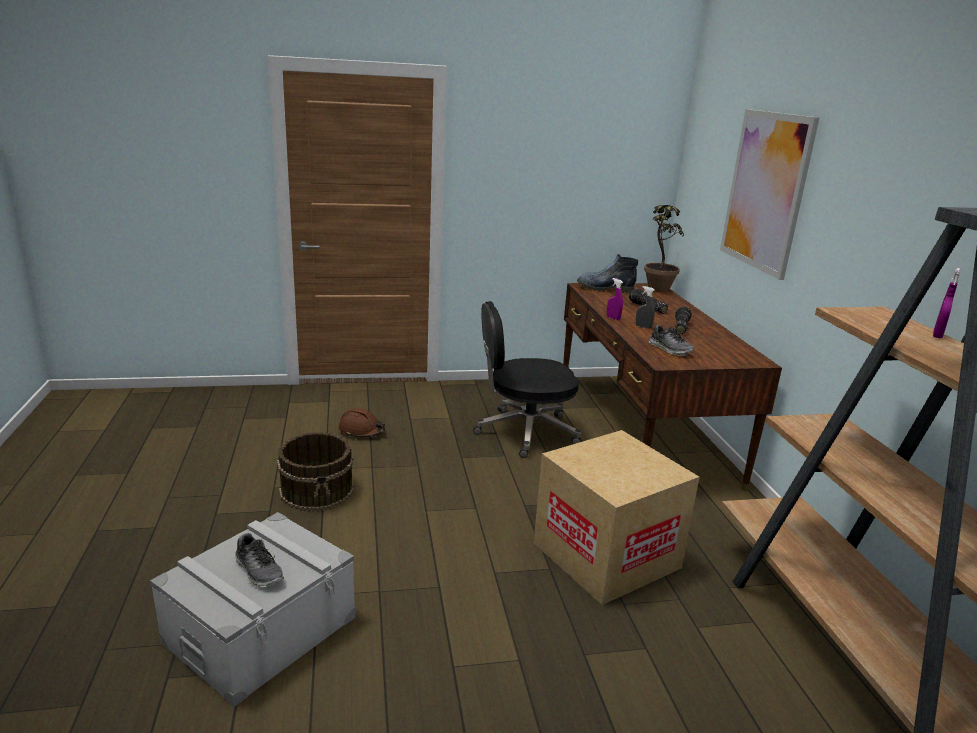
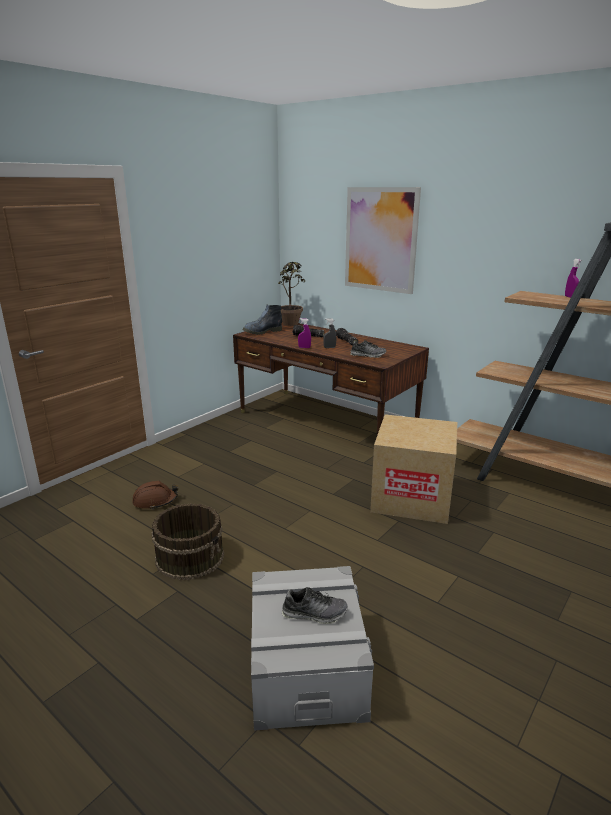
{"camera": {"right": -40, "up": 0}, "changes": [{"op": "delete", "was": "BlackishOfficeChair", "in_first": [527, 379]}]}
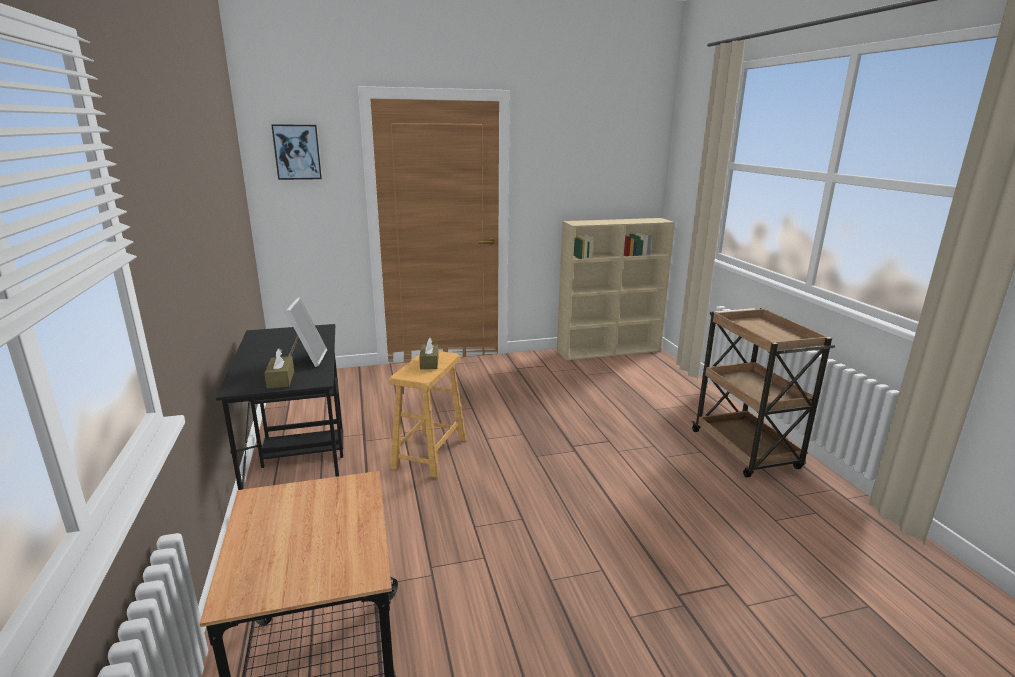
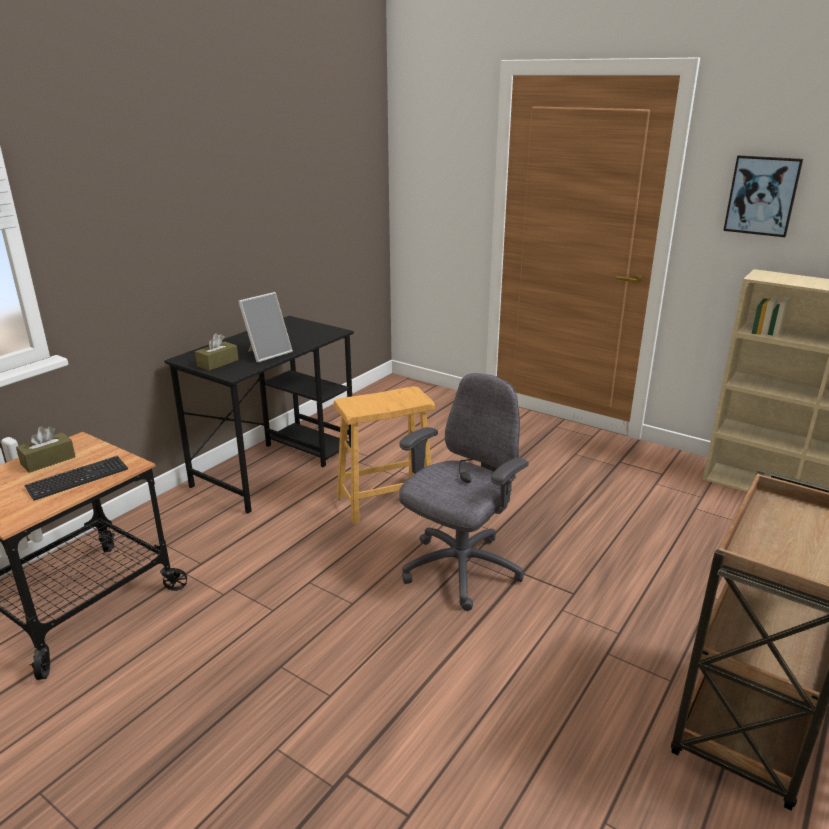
{"camera": {"right": 50, "up": 5}, "changes": [{"op": "insert", "now": "PcKeyboard", "in_second": [76, 478]}, {"op": "insert", "now": "GrayOfficeChair", "in_second": [464, 492]}, {"op": "move", "was": "WallArt", "in_first": [296, 152], "in_second": [763, 196]}, {"op": "move", "was": "BrownColouredTissueHolder", "in_first": [429, 353], "in_second": [46, 449]}]}
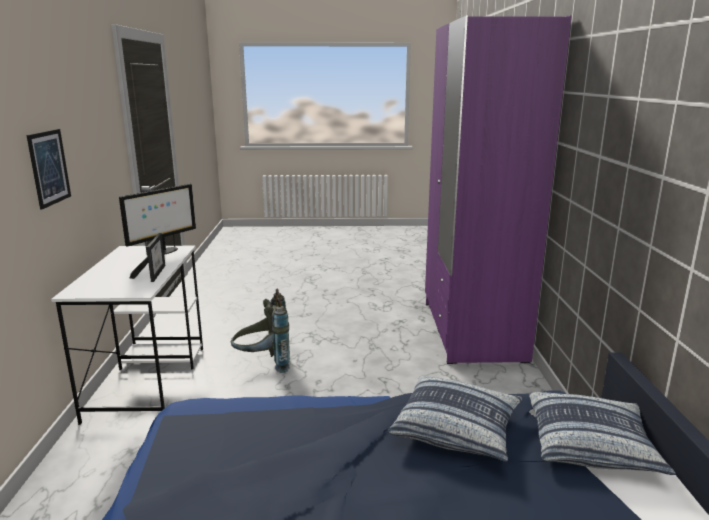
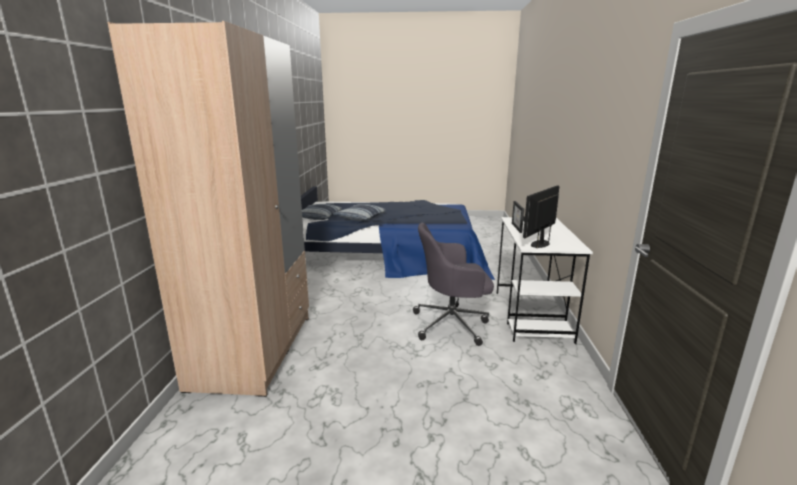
{"camera": {"right": -175, "up": 0}, "changes": [{"op": "delete", "was": "WallArt", "in_first": [48, 169]}, {"op": "replace", "was": "GrayBackpack", "now": "GrayOfficeChair", "in_first": [260, 331], "in_second": [453, 284]}, {"op": "recolor", "was": "PurpleArmoire", "now": "BeigeArmoire", "in_first": [498, 189], "in_second": [208, 209]}]}
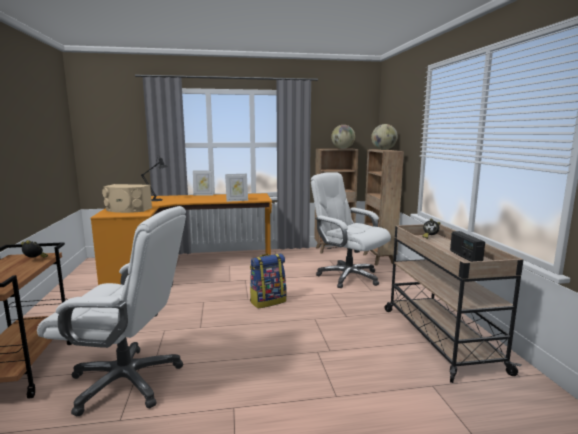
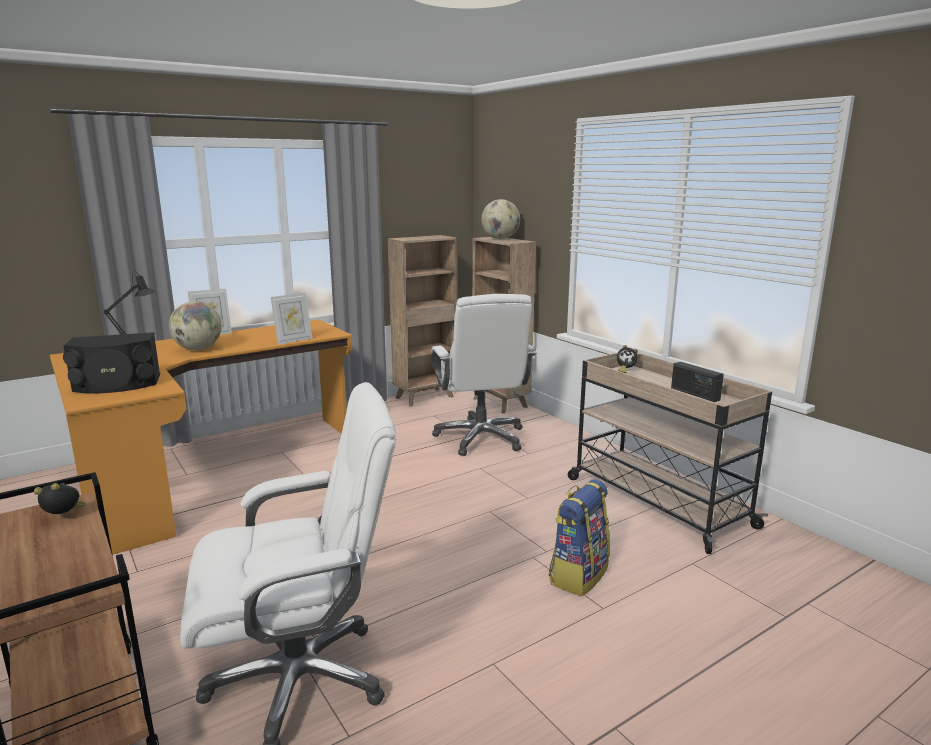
{"camera": {"right": -25, "up": 5}, "changes": [{"op": "move", "was": "Backpack", "in_first": [268, 281], "in_second": [579, 538]}, {"op": "move", "was": "WorldGlobe", "in_first": [343, 137], "in_second": [195, 325]}, {"op": "recolor", "was": "BeigeSpeaker", "now": "BlackishSpeaker", "in_first": [127, 198], "in_second": [111, 363]}, {"op": "rotate", "was": "WhiteOfficeChair", "in_first": [351, 230], "in_second": [483, 375], "clockwise": -120}]}
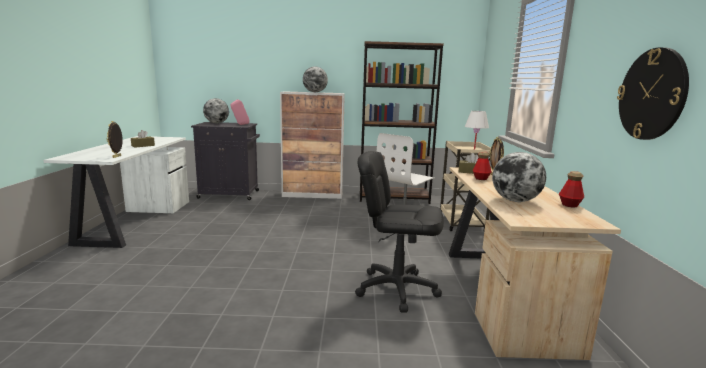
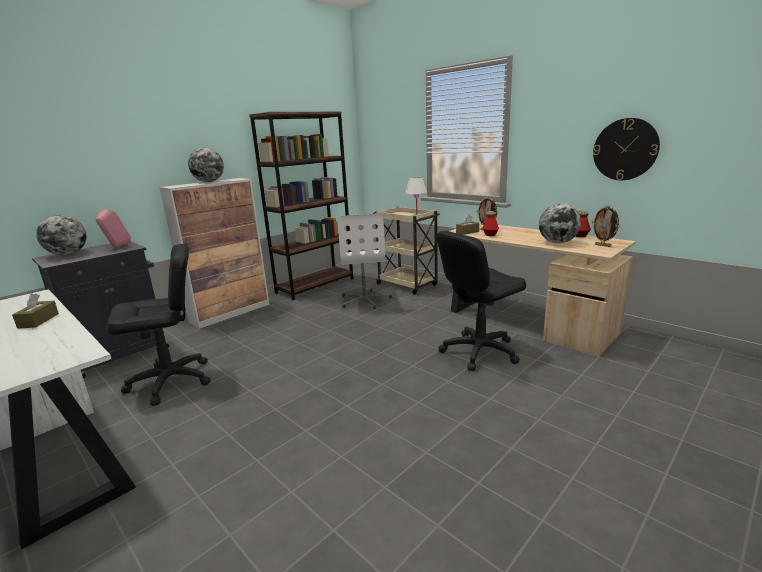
{"camera": {"right": -45, "up": 5}, "changes": [{"op": "insert", "now": "BlackishOfficeChair", "in_second": [158, 325]}, {"op": "move", "was": "PictureFrame", "in_first": [115, 139], "in_second": [606, 226]}]}
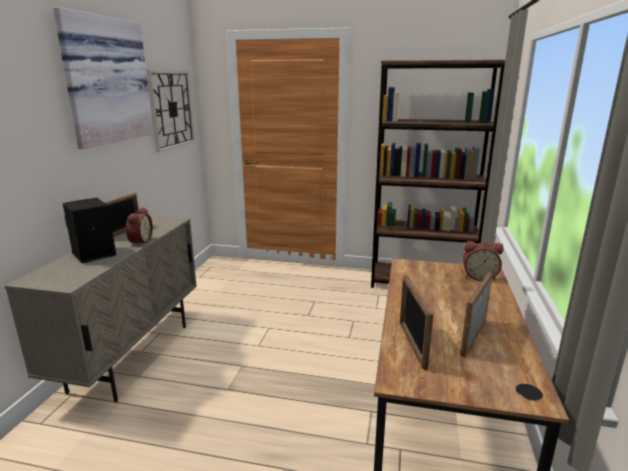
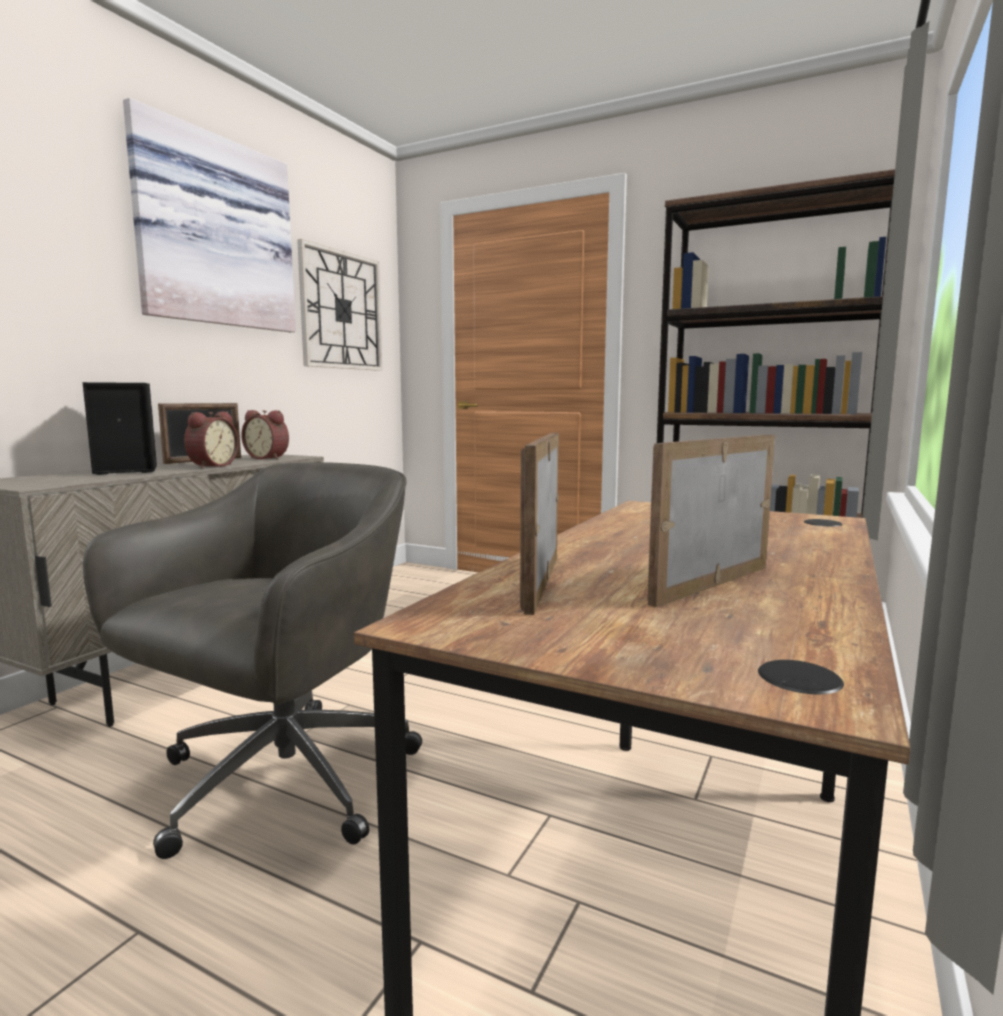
{"camera": {"right": 15, "up": -10}, "changes": [{"op": "insert", "now": "GrayOfficeChair", "in_second": [252, 660]}, {"op": "move", "was": "TableClock", "in_first": [483, 261], "in_second": [265, 435]}]}
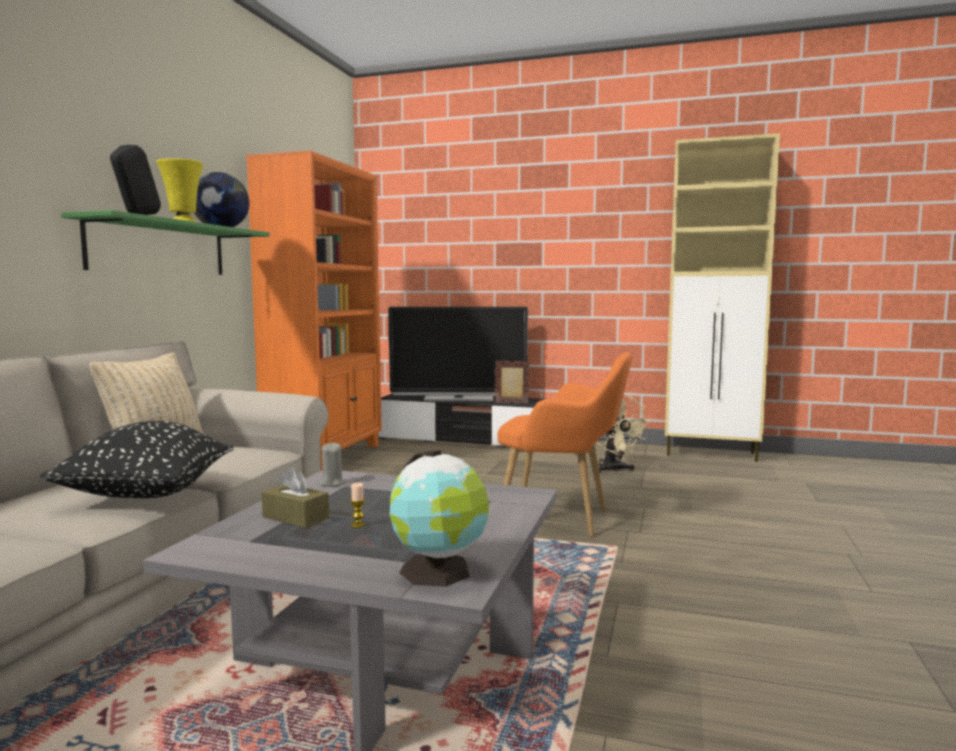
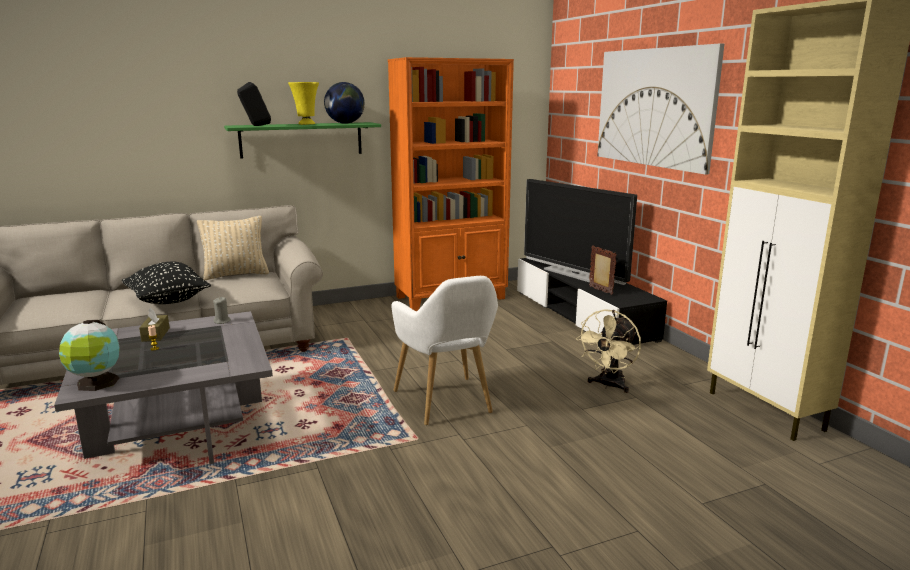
{"camera": {"right": 50, "up": 10}, "changes": [{"op": "insert", "now": "WallArt", "in_second": [660, 109]}, {"op": "recolor", "was": "OrangeColouredArmchair", "now": "WhiteArmchair", "in_first": [564, 444], "in_second": [444, 350]}]}
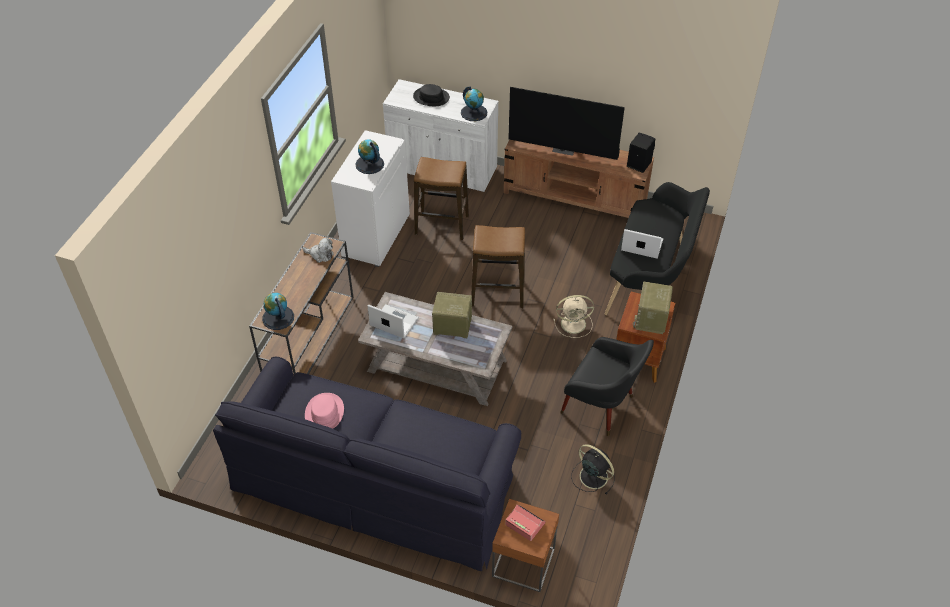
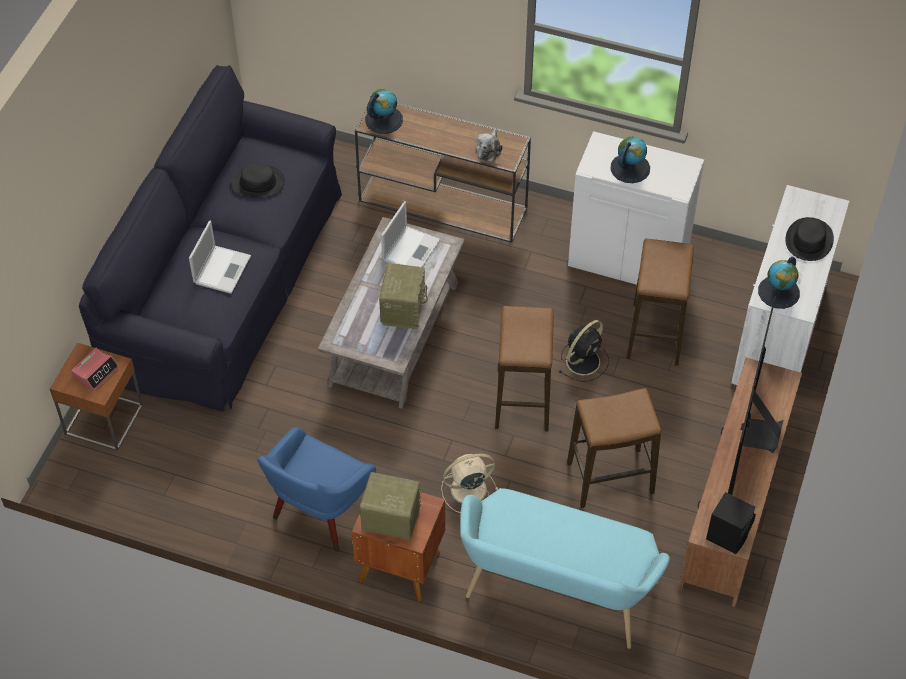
{"camera": {"right": 90, "up": 5}, "changes": [{"op": "insert", "now": "Stool", "in_second": [614, 448]}, {"op": "move", "was": "BlackishElectricFan", "in_first": [593, 469], "in_second": [584, 351]}, {"op": "move", "was": "NotebookComputer", "in_first": [642, 244], "in_second": [220, 257]}, {"op": "recolor", "was": "PinkColouredHat", "now": "BlackishHat", "in_first": [324, 411], "in_second": [258, 180]}, {"op": "recolor", "was": "BlackishArmchair", "now": "BluishArmchair", "in_first": [607, 386], "in_second": [316, 489]}, {"op": "recolor", "was": "BlackishIndoorBench", "now": "BlueGreenIndoorBench", "in_first": [657, 248], "in_second": [565, 568]}, {"op": "rotate", "was": "BeigeElectricFan", "in_first": [573, 316], "in_second": [469, 483], "clockwise": 75}]}
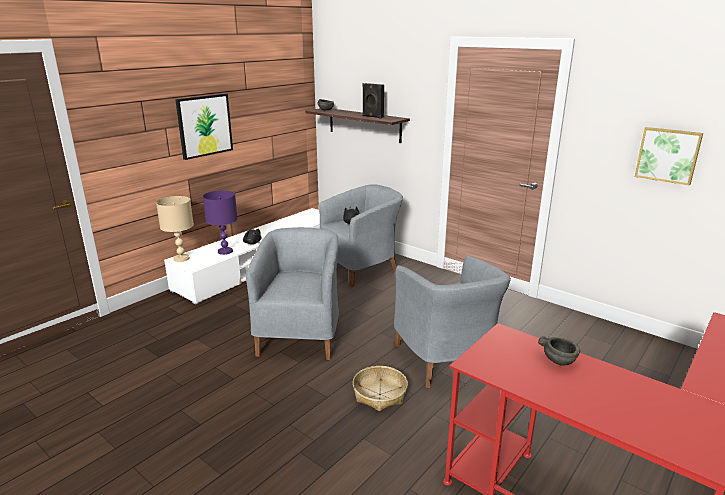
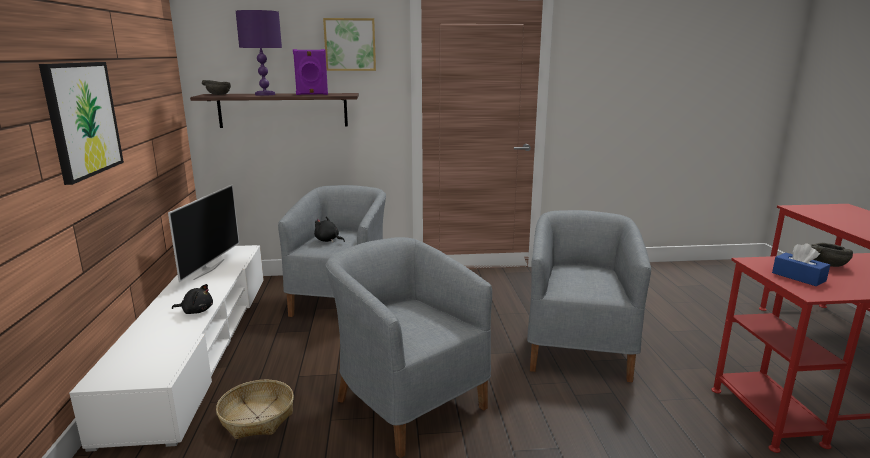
{"camera": {"right": -45, "up": -5}, "changes": [{"op": "delete", "was": "BeigeLampForATable", "in_first": [175, 229]}, {"op": "insert", "now": "Tv", "in_second": [203, 233]}, {"op": "insert", "now": "BluishTissueHolder", "in_second": [801, 264]}, {"op": "move", "was": "PurpleLampForATable", "in_first": [220, 223], "in_second": [259, 53]}, {"op": "move", "was": "HouseholdBasket", "in_first": [380, 388], "in_second": [255, 409]}, {"op": "move", "was": "WallArt", "in_first": [669, 156], "in_second": [349, 44]}, {"op": "recolor", "was": "BlackishSpeaker", "now": "PurpleSpeaker", "in_first": [373, 100], "in_second": [310, 72]}, {"op": "rotate", "was": "GrayArmchair", "in_first": [452, 322], "in_second": [589, 296], "clockwise": -105}]}
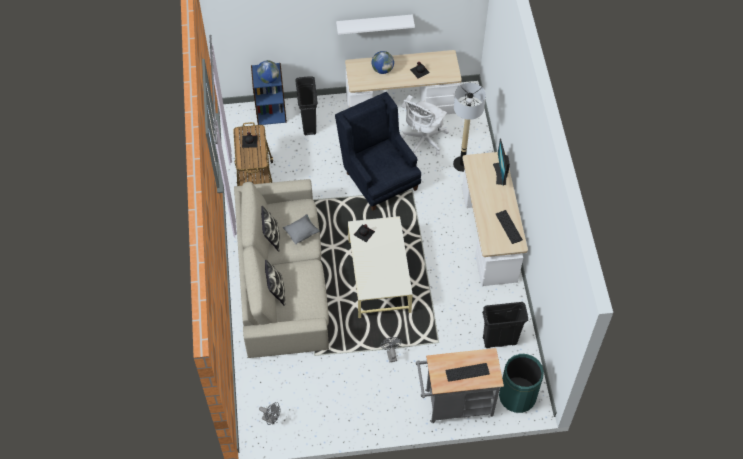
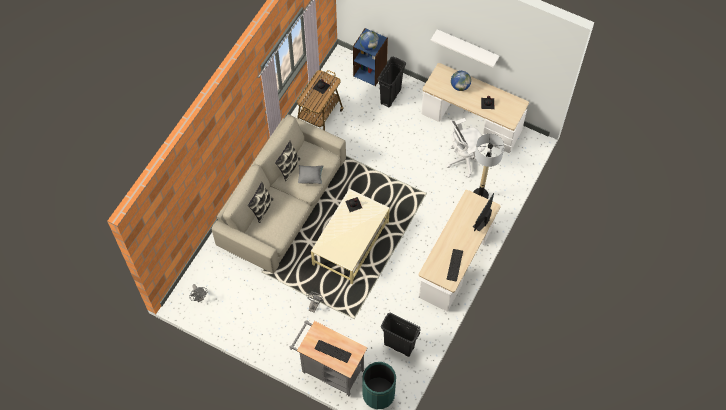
{"camera": {"right": 35, "up": 5}, "changes": [{"op": "delete", "was": "BluishArmchair", "in_first": [378, 151]}]}
